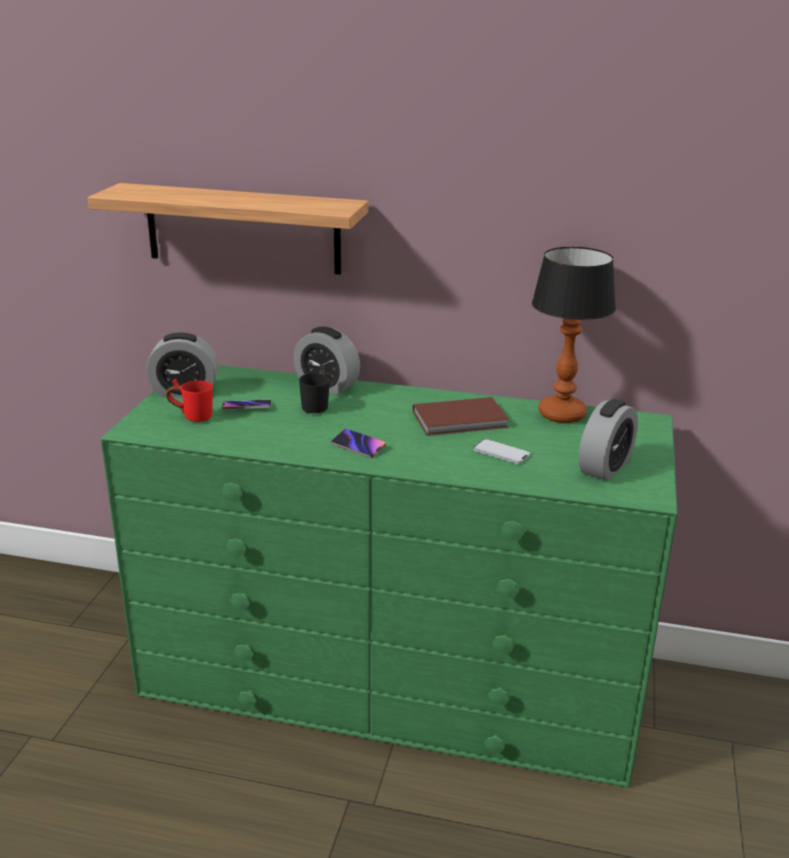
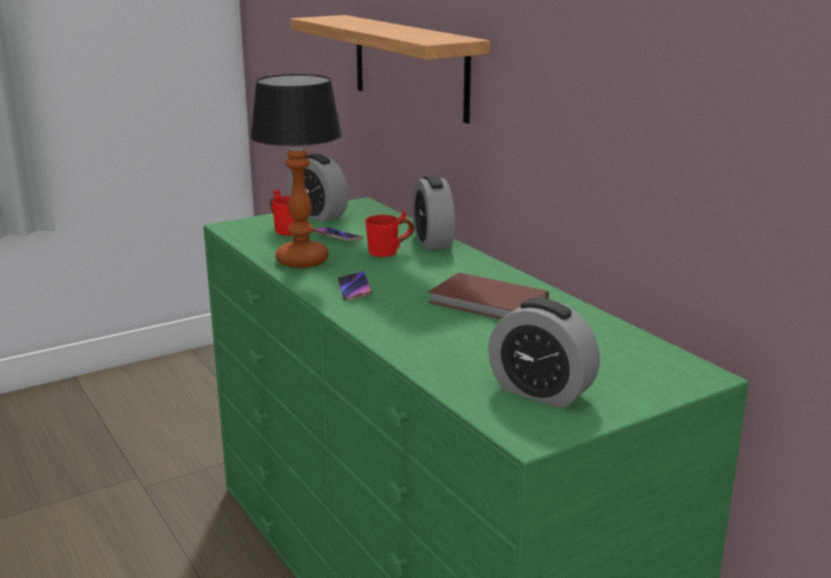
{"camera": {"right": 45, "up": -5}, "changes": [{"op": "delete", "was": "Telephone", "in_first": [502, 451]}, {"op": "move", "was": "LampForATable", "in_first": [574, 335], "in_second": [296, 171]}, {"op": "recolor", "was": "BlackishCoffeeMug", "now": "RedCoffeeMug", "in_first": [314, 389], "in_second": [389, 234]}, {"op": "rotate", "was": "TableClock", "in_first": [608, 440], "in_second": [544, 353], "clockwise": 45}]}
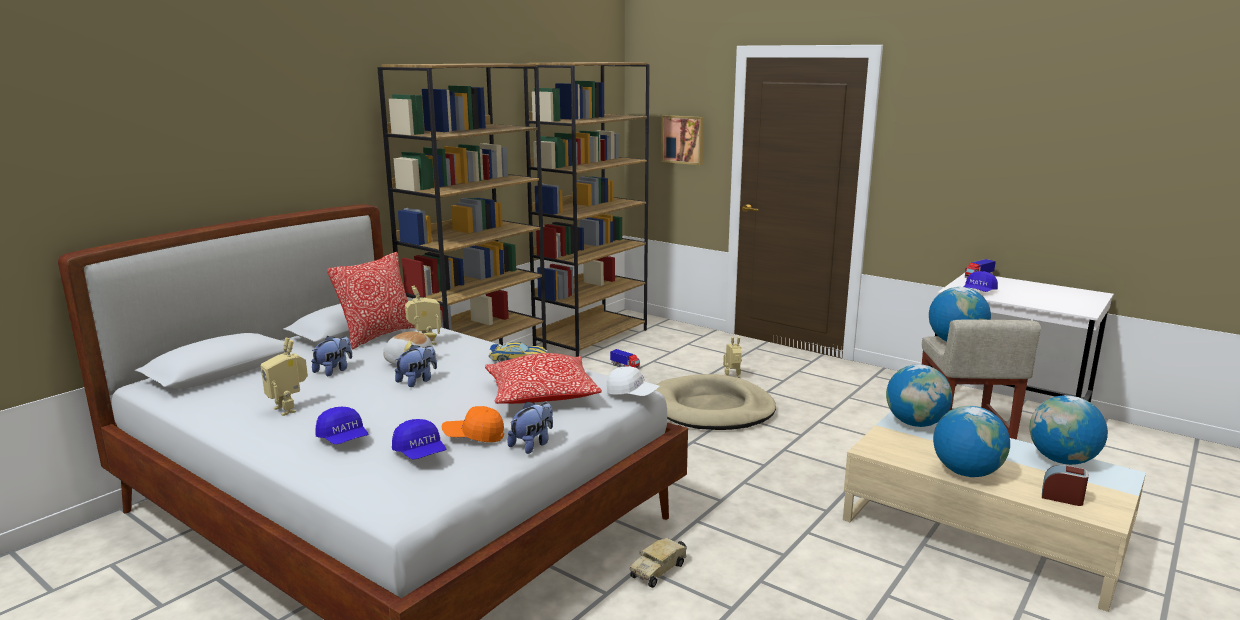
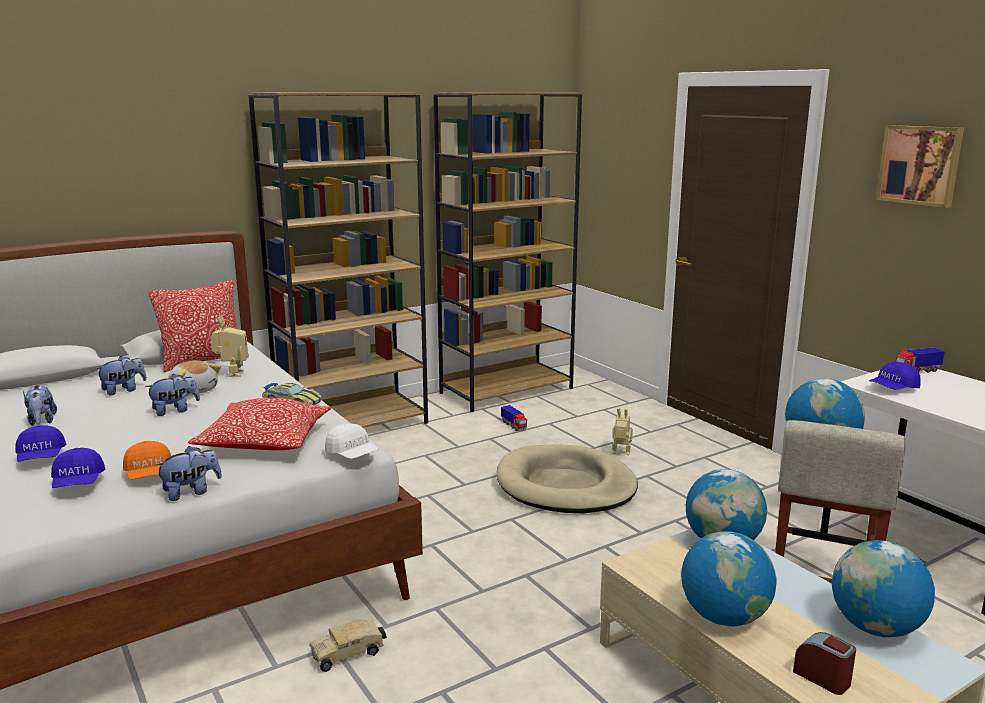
{"camera": {"right": 20, "up": 0}, "changes": [{"op": "move", "was": "WallArt", "in_first": [682, 140], "in_second": [920, 166]}, {"op": "replace", "was": "RobotFigure", "now": "SoftToy", "in_first": [284, 377], "in_second": [40, 405]}, {"op": "rotate", "was": "OrangeColouredPeakedCap", "in_first": [472, 424], "in_second": [147, 460], "clockwise": -135}]}
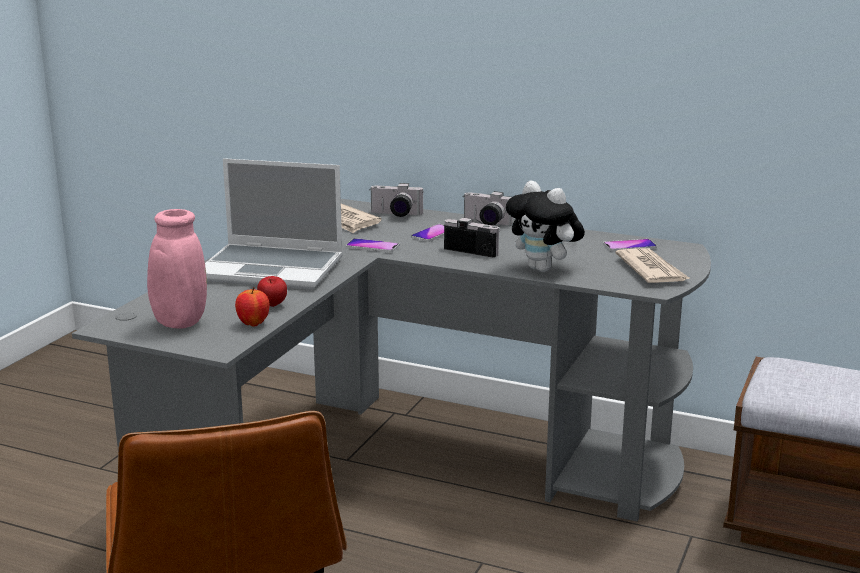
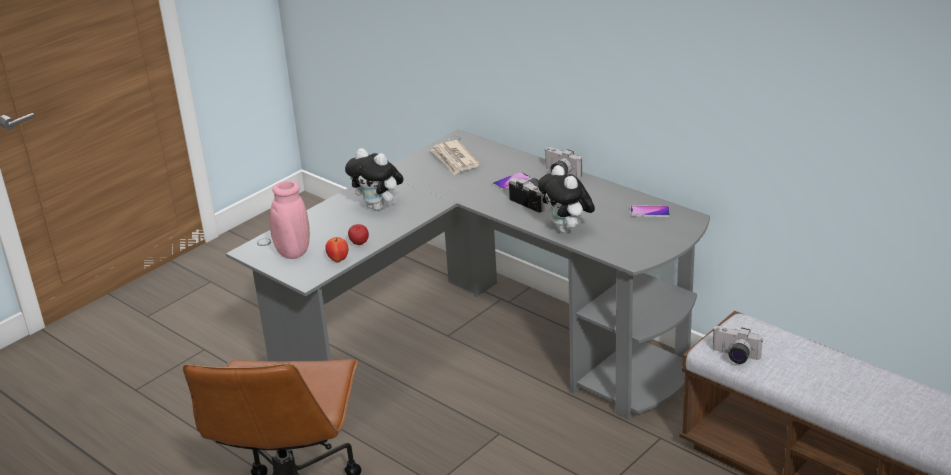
{"camera": {"right": 20, "up": 10}, "changes": [{"op": "delete", "was": "Telephone", "in_first": [372, 245]}, {"op": "delete", "was": "Newspaper", "in_first": [653, 265]}, {"op": "move", "was": "PhotoCamera", "in_first": [397, 200], "in_second": [737, 345]}, {"op": "replace", "was": "NotebookComputer", "now": "SoftToy", "in_first": [274, 224], "in_second": [374, 179]}]}
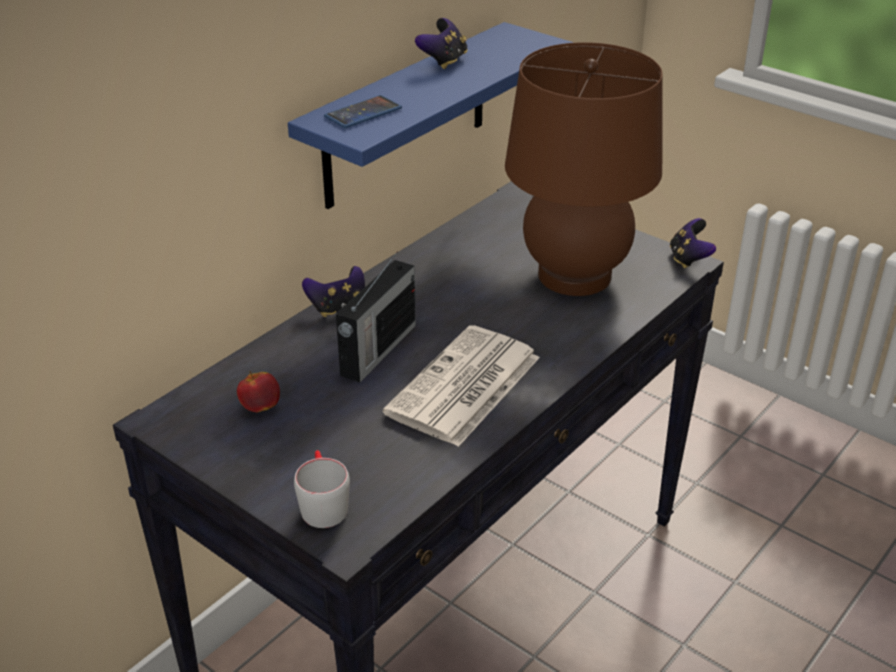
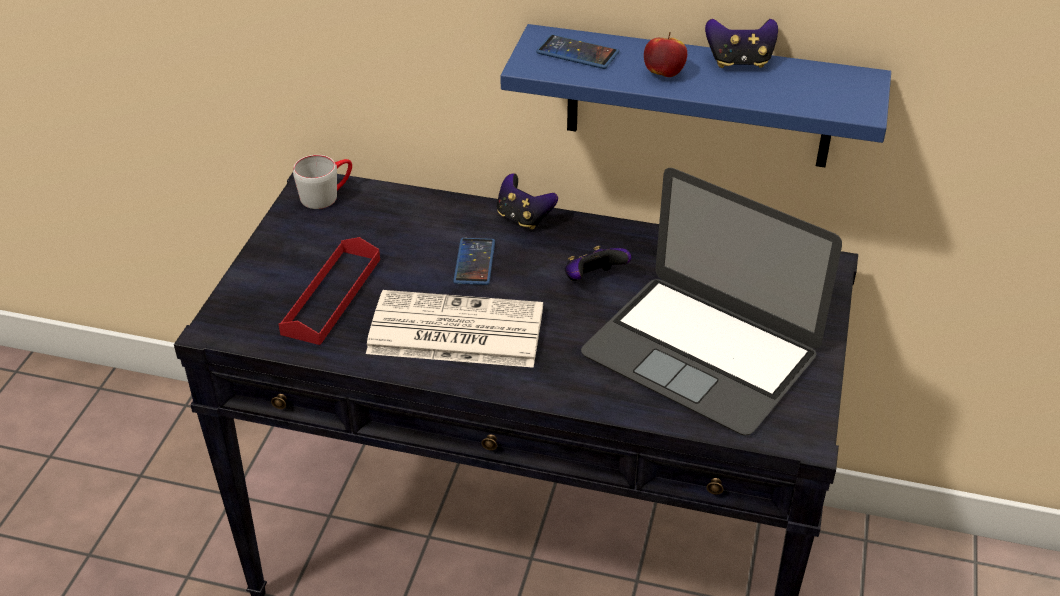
{"camera": {"right": 65, "up": 5}, "changes": [{"op": "insert", "now": "RedServingTray", "in_second": [329, 291]}, {"op": "move", "was": "WholeApple", "in_first": [258, 391], "in_second": [665, 54]}, {"op": "move", "was": "GrayCoffeeMug", "in_first": [322, 489], "in_second": [322, 182]}, {"op": "move", "was": "Gamepad", "in_first": [693, 243], "in_second": [598, 263]}, {"op": "replace", "was": "RadioSet", "now": "Telephone", "in_first": [376, 317], "in_second": [474, 261]}, {"op": "replace", "was": "BrownColouredLampForATable", "now": "NotebookComputer", "in_first": [584, 169], "in_second": [711, 302]}]}
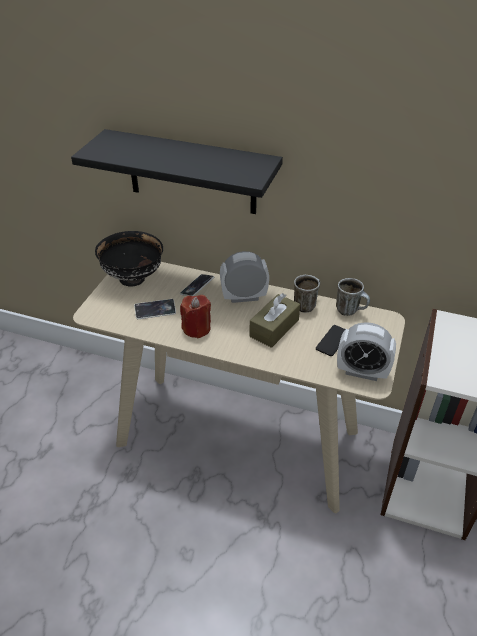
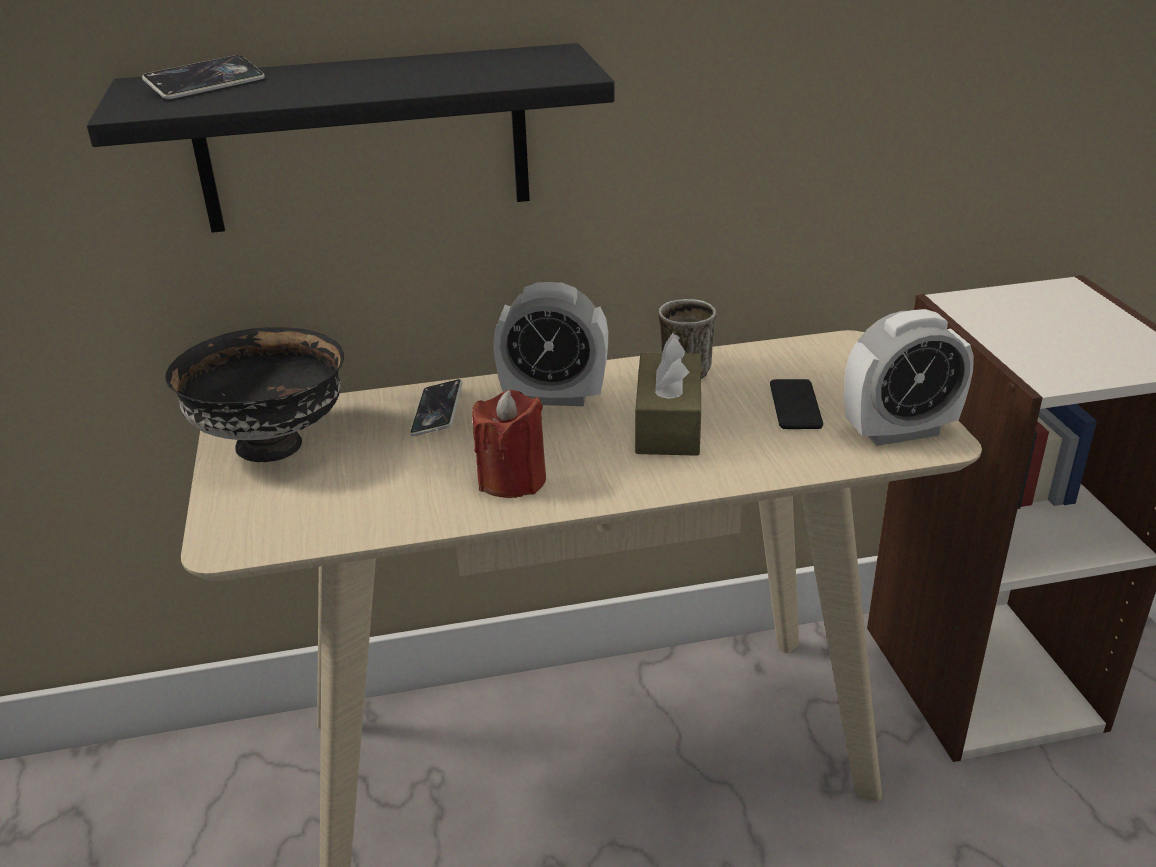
{"camera": {"right": -30, "up": -10}, "changes": [{"op": "delete", "was": "CoffeeMug", "in_first": [353, 297]}, {"op": "move", "was": "Telephone", "in_first": [155, 309], "in_second": [203, 77]}, {"op": "rotate", "was": "TableClock", "in_first": [244, 277], "in_second": [550, 344], "clockwise": -135}]}
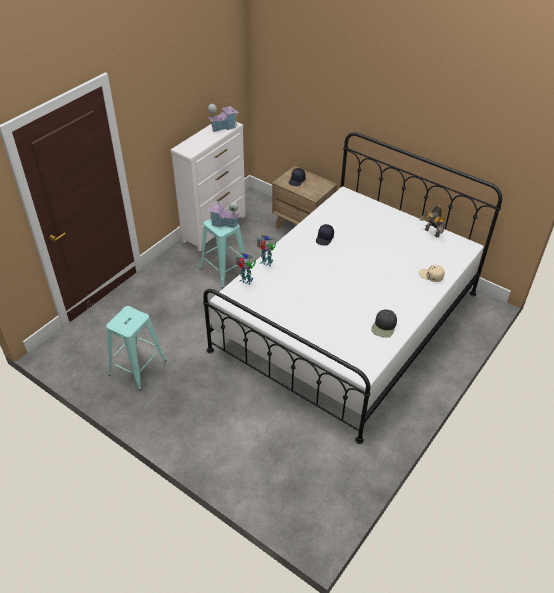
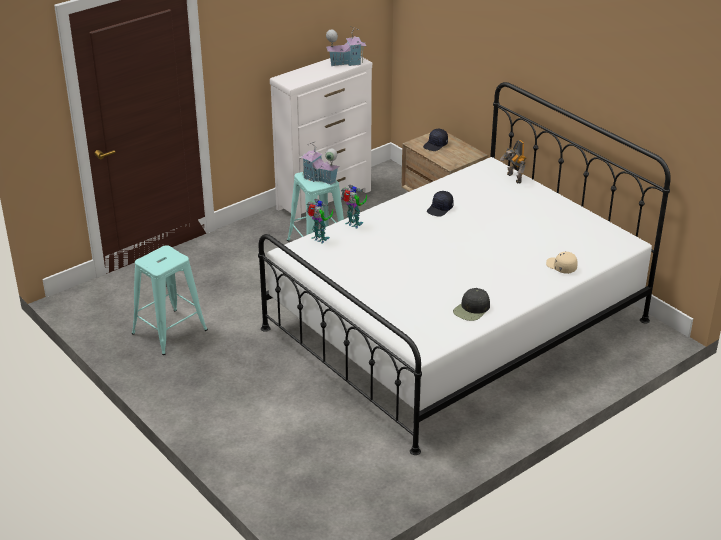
{"camera": {"right": 15, "up": -10}, "changes": [{"op": "move", "was": "RobotFigure", "in_first": [432, 221], "in_second": [513, 162]}]}
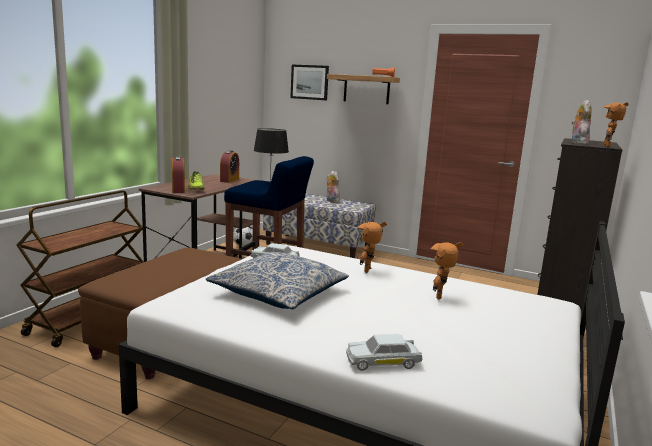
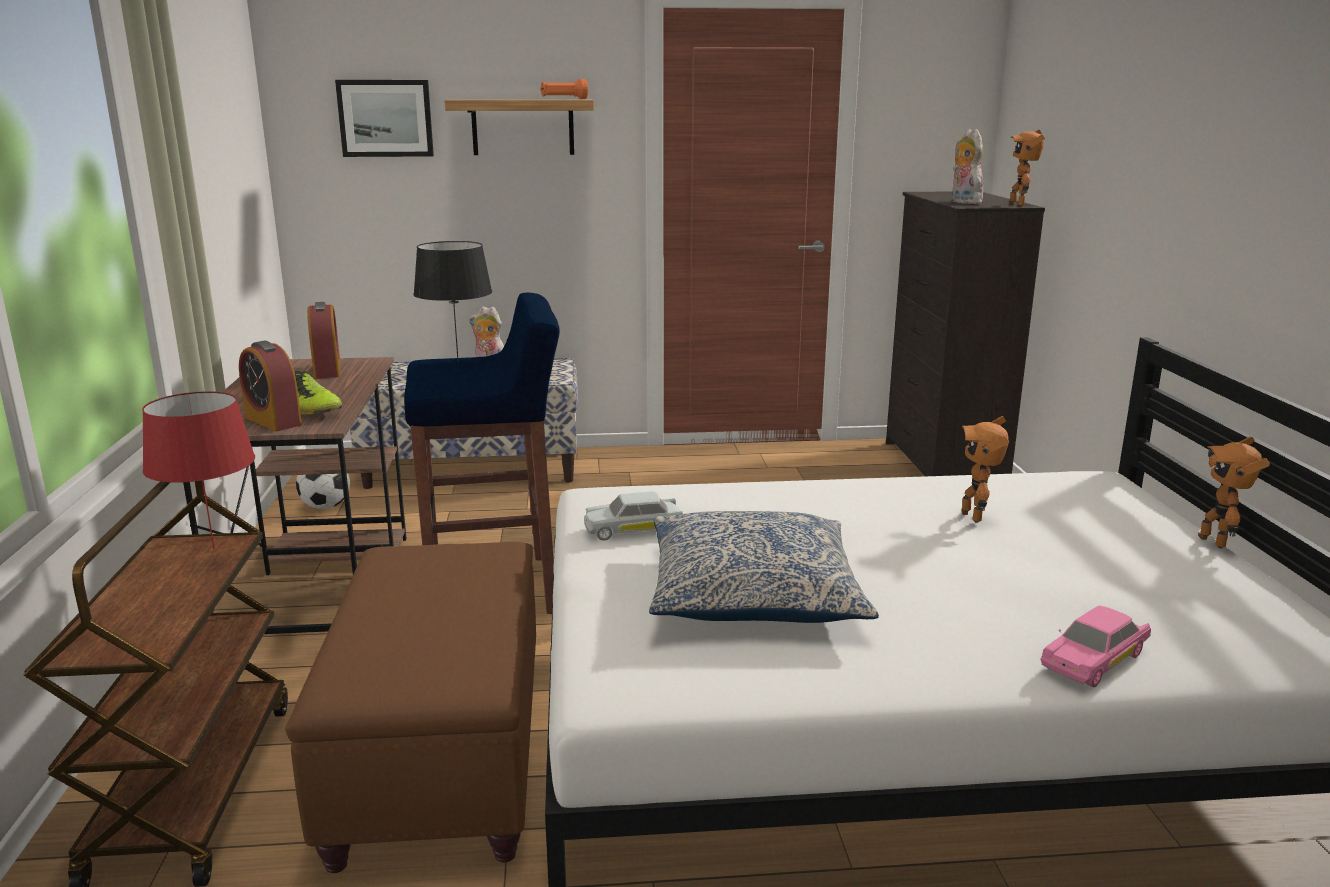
{"camera": {"right": -30, "up": 5}, "changes": [{"op": "insert", "now": "RedLampForATable", "in_second": [198, 470]}, {"op": "move", "was": "RobotFigure", "in_first": [372, 247], "in_second": [1234, 492]}, {"op": "recolor", "was": "WhiteMiniatureCar", "now": "PinkColouredMiniatureCar", "in_first": [384, 352], "in_second": [1096, 647]}]}
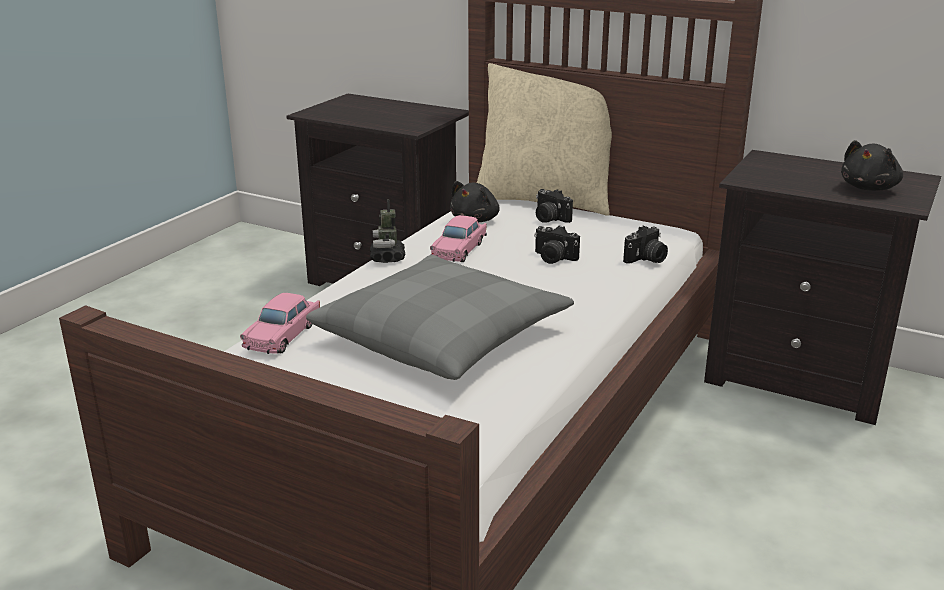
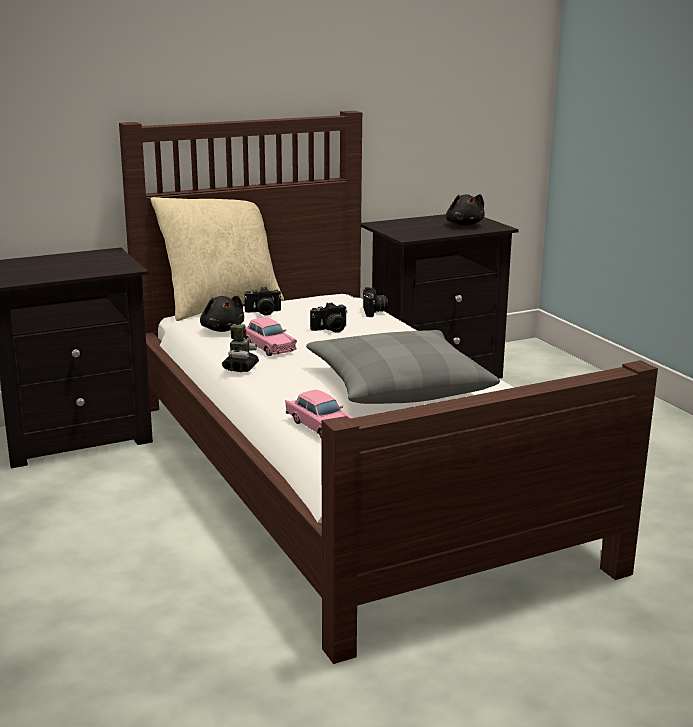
{"camera": {"right": -55, "up": -5}, "changes": [{"op": "rotate", "was": "RobotFigure", "in_first": [387, 231], "in_second": [240, 342], "clockwise": -105}]}
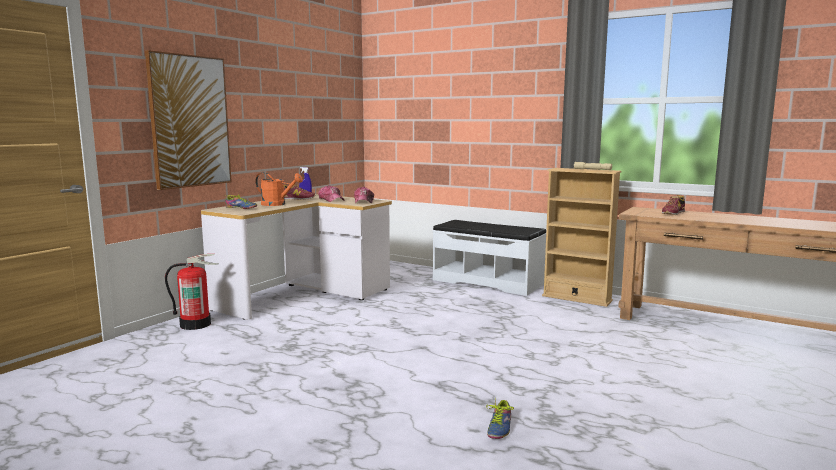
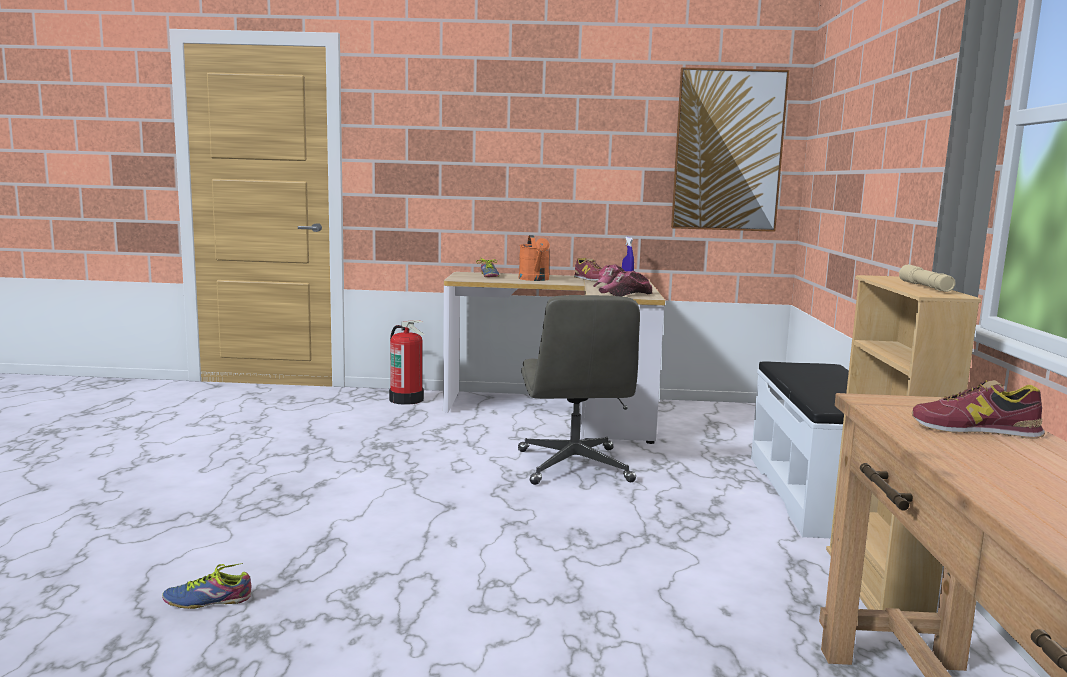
{"camera": {"right": 60, "up": 0}, "changes": [{"op": "insert", "now": "GrayOfficeChair", "in_second": [579, 390]}, {"op": "move", "was": "WallArt", "in_first": [188, 120], "in_second": [730, 150]}]}
